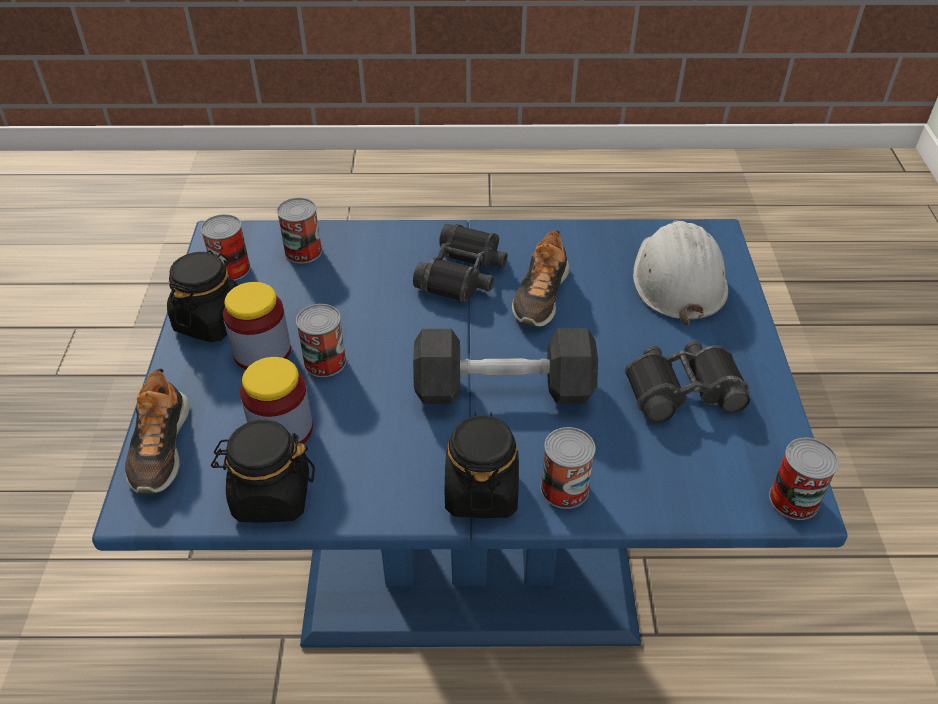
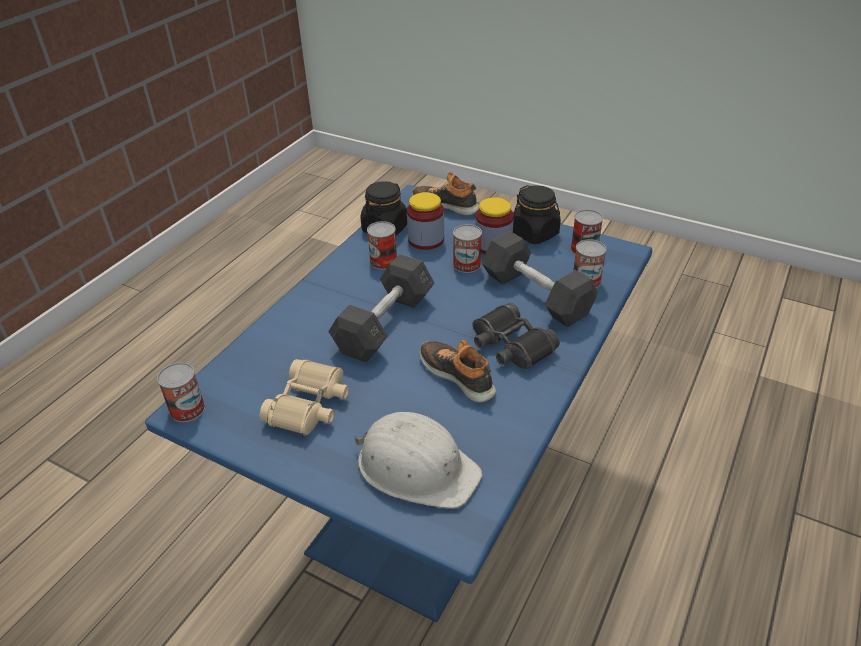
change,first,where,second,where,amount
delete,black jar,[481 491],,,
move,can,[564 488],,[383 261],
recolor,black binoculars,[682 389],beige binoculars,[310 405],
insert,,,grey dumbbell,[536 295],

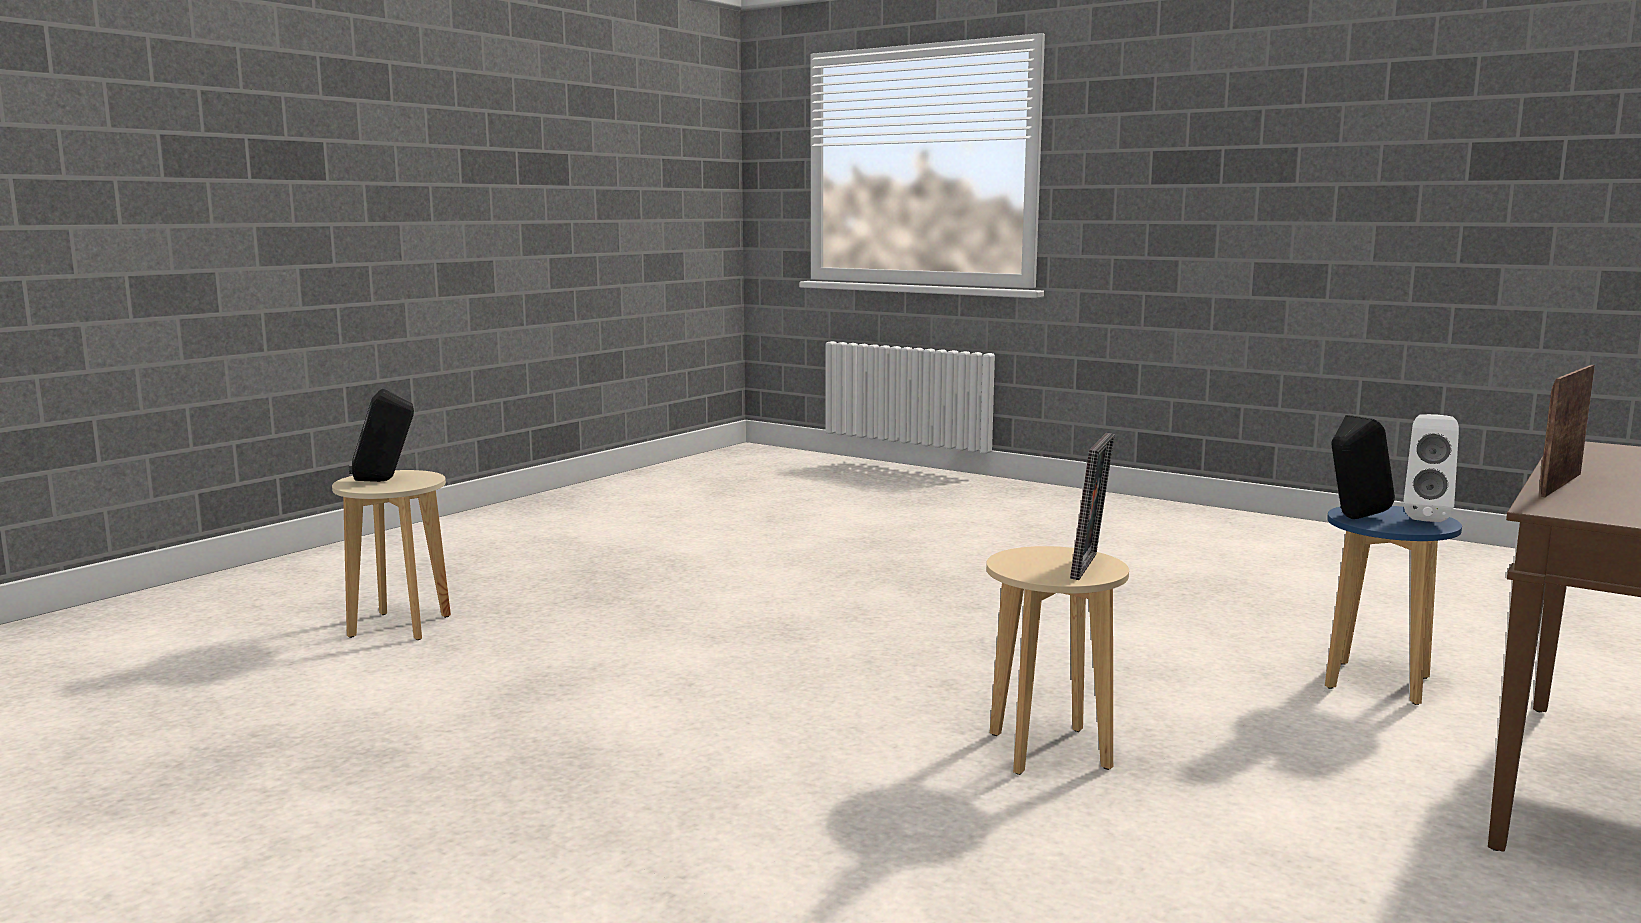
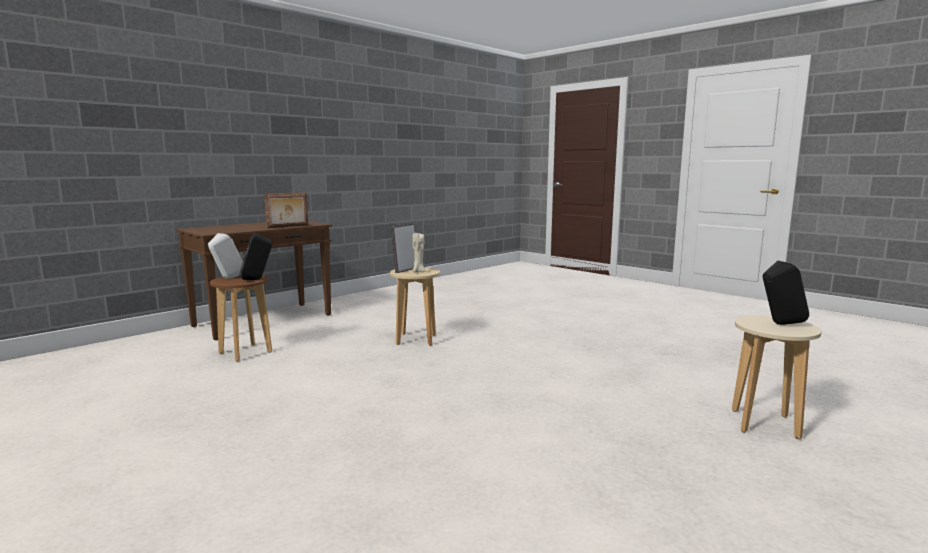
change,first,where,second,where,amount
recolor,blue stool,[1377 682],brown stool,[245 352],
insert,,,beige candle,[418 272],

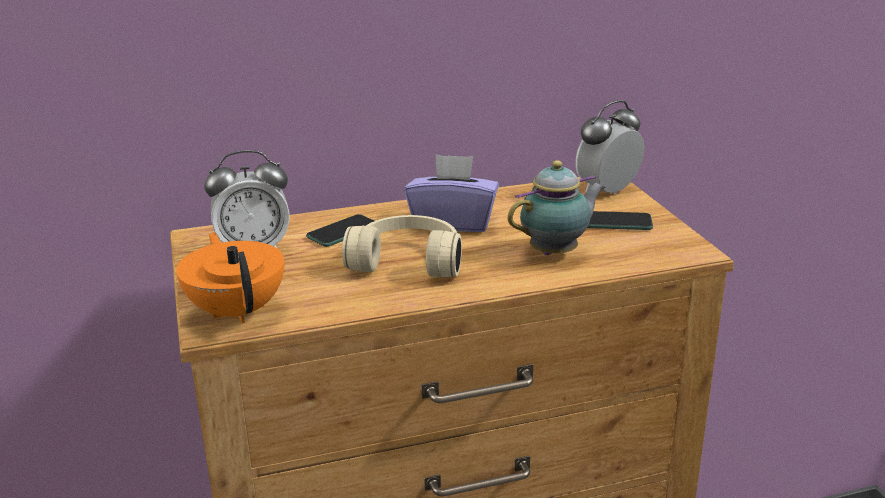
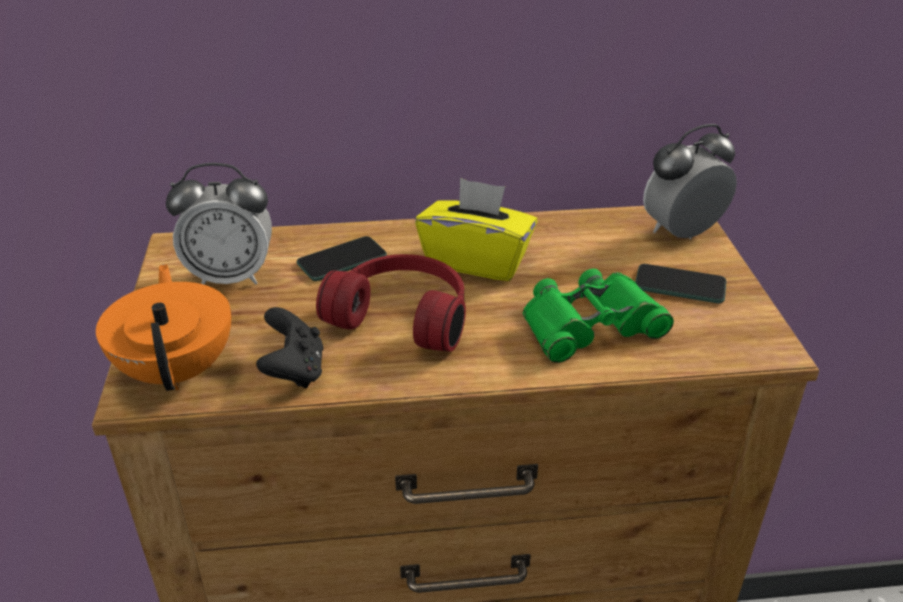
change,first,where,second,where,amount
recolor,beige headphones,[408 260],red headphones,[404 315],
recolor,purple tissue box,[453 222],yellow tissue box,[477 261],
replace,teapot,[556 252],green binoculars,[590 325],
insert,,,black game controller,[294 371],

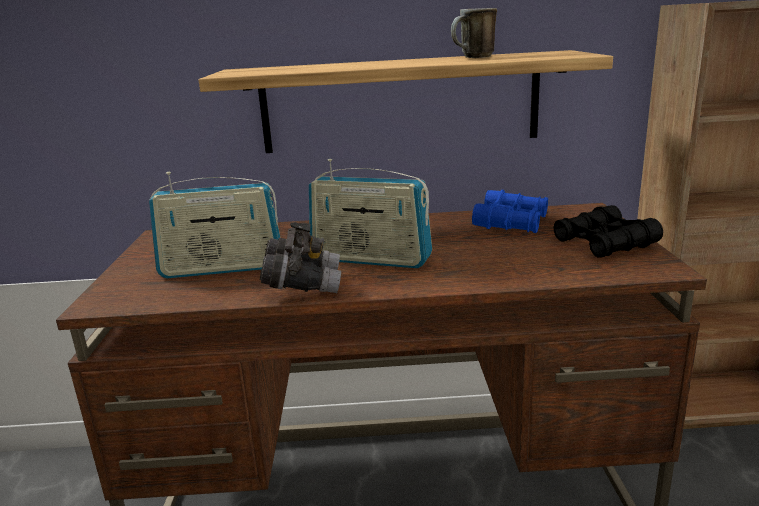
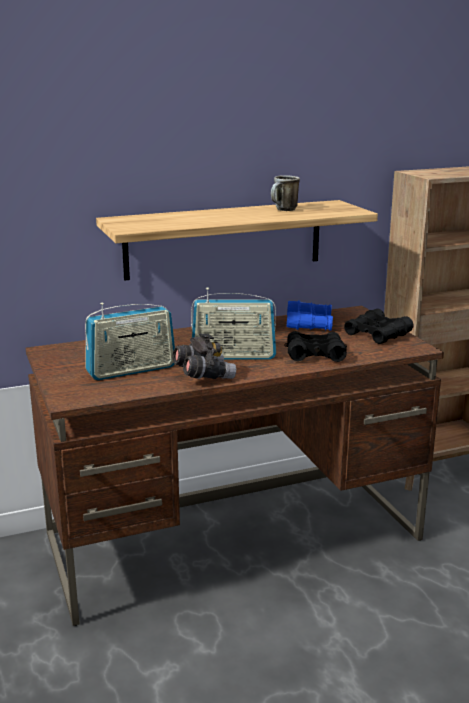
change,first,where,second,where,amount
insert,,,black binoculars,[315 354],

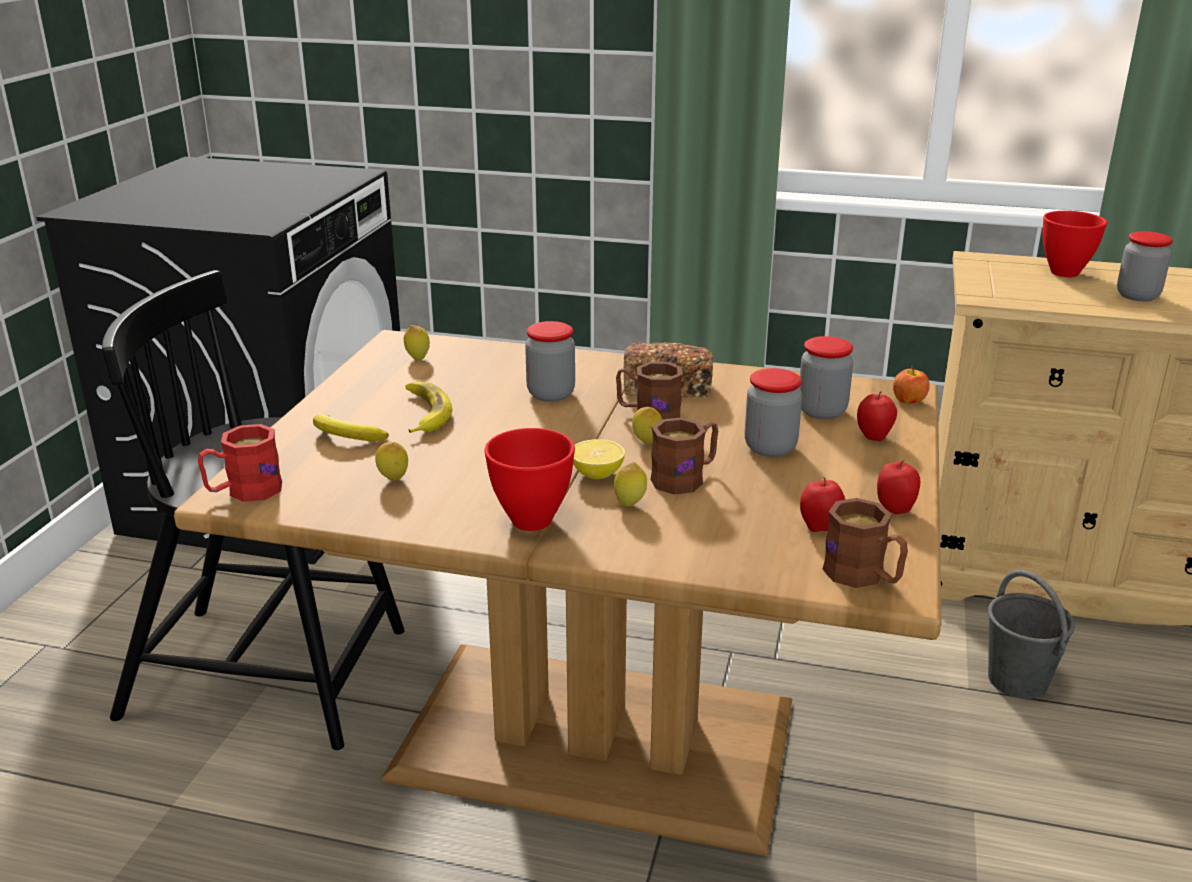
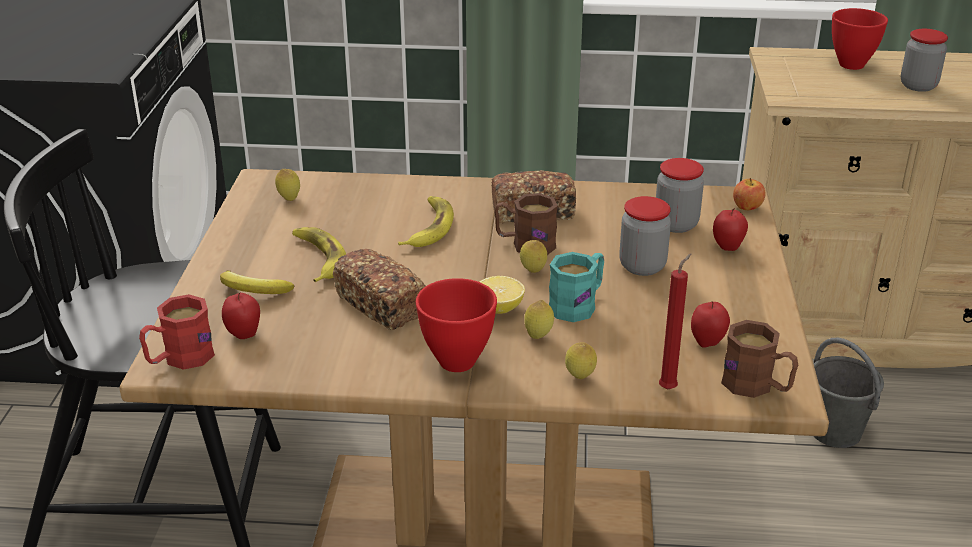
change,first,where,second,where,amount
move,lemon,[393 480],,[580 378],
replace,jar,[551 394],banana,[428 227],
recolor,brown mug,[685 478],turquoise mug,[578 304],
move,apple,[895 509],,[243 334],
insert,,,bread,[381 305],
insert,,,red candle,[669 388],

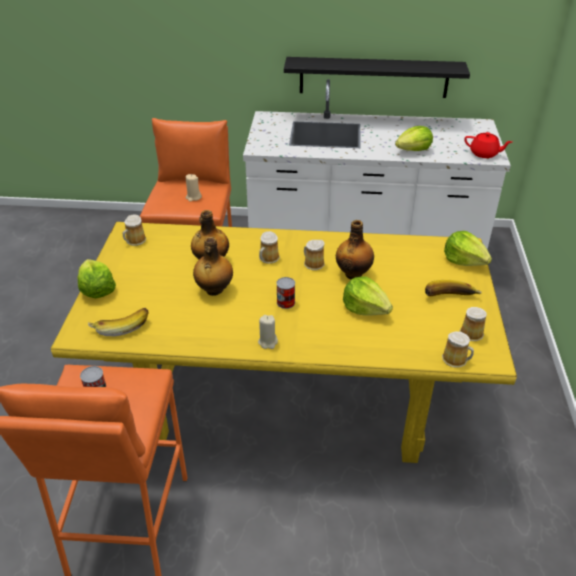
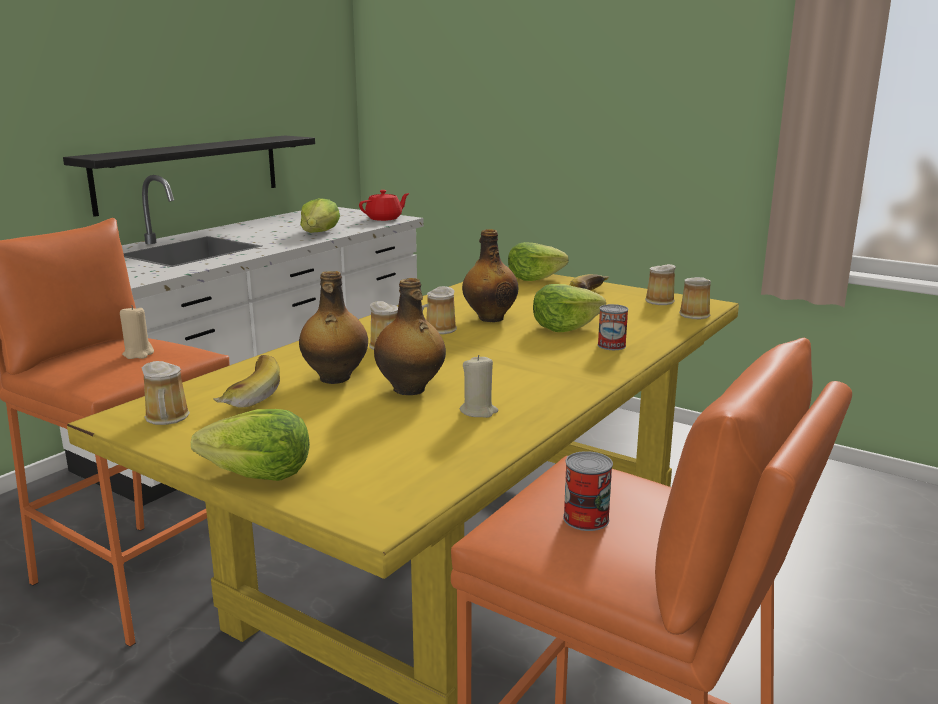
change,first,where,second,where,amount
move,banana,[121 326],,[246 395],
move,beige candle,[268 342],,[478 411],
move,can,[285 302],,[611 345],

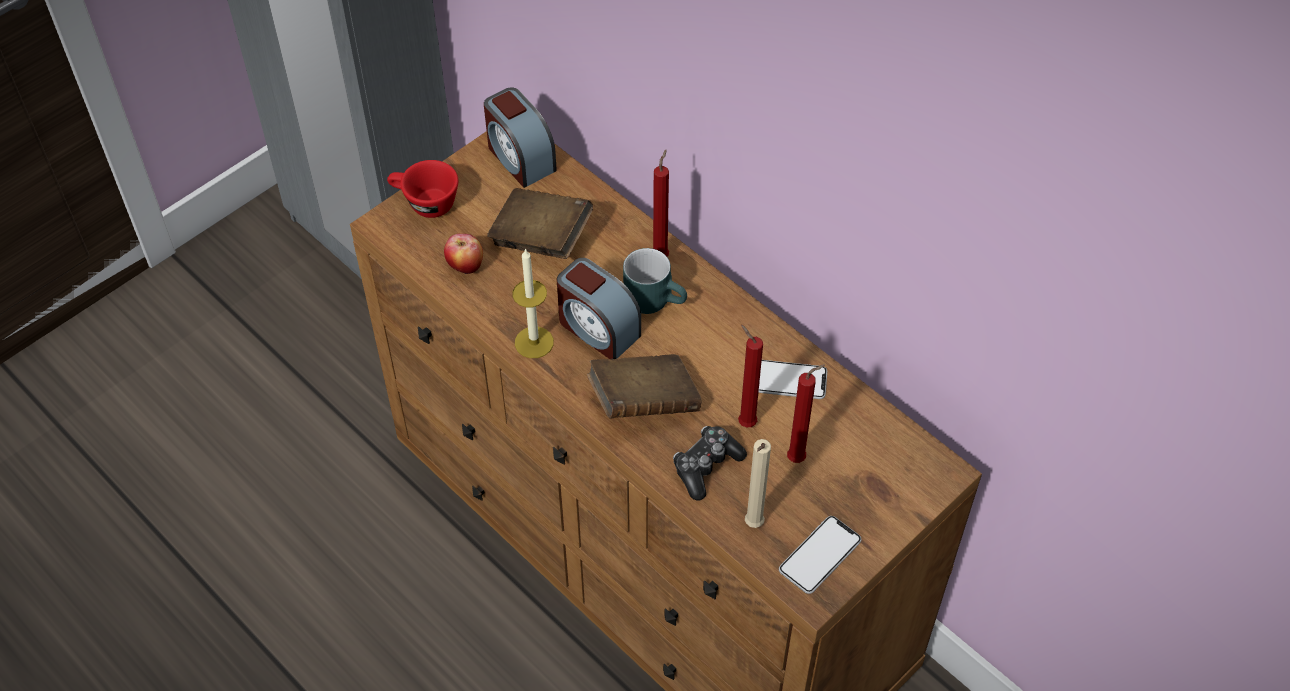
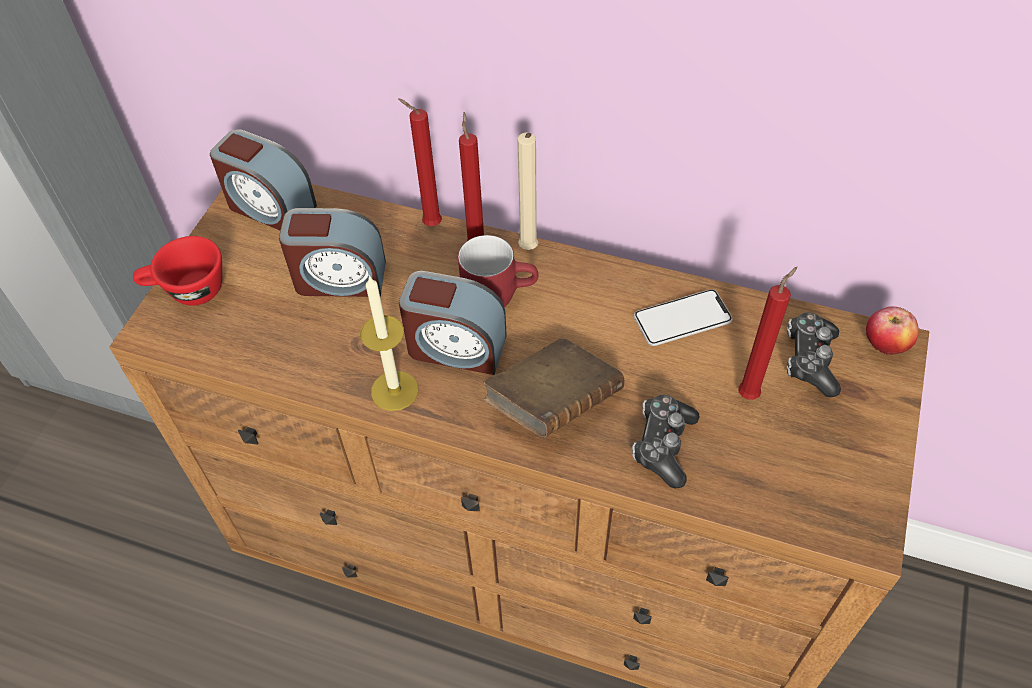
change,first,where,second,where,amount
move,apple,[465 267],,[884 347],
replace,brown book,[541 239],alarm clock,[339 278],
recolor,turquoise mug,[655 299],red mug,[497 291],
move,red candle,[744 422],,[429 224],
move,beige candle,[752 526],,[528 250],
delete,phone,[820 555],,,
insert,,,game controller,[810 360],

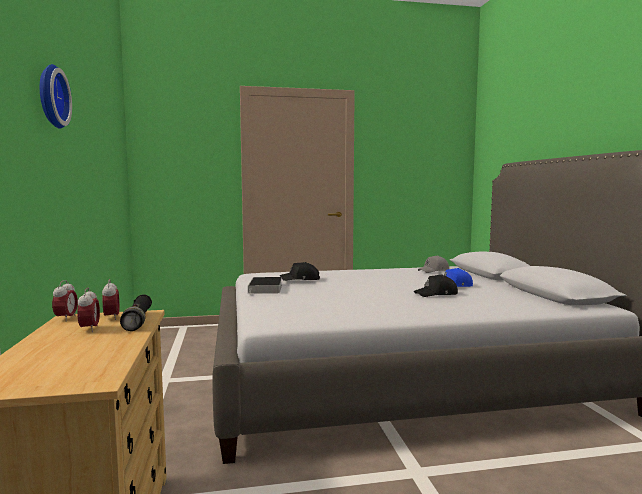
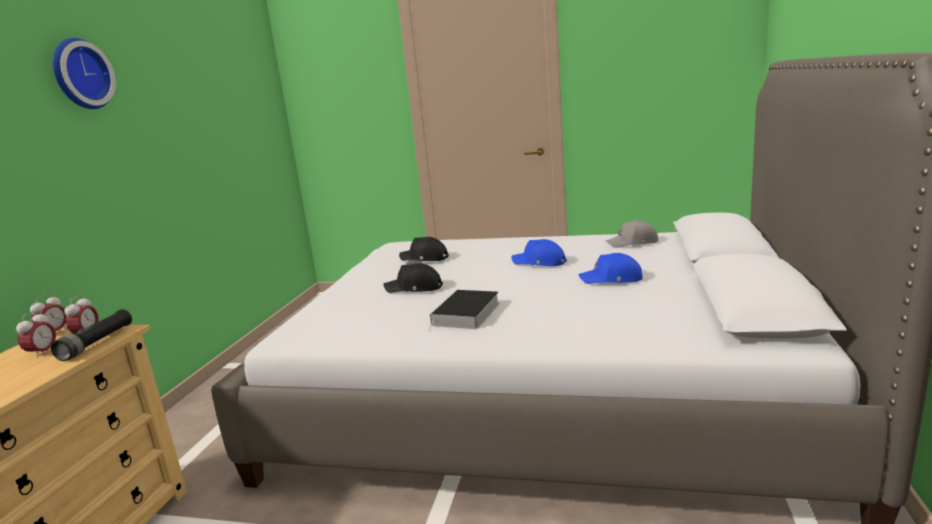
change,first,where,second,where,amount
move,book,[265 289],,[466 315],
move,black cap,[436 294],,[414 288],
insert,,,blue cap,[539 262],

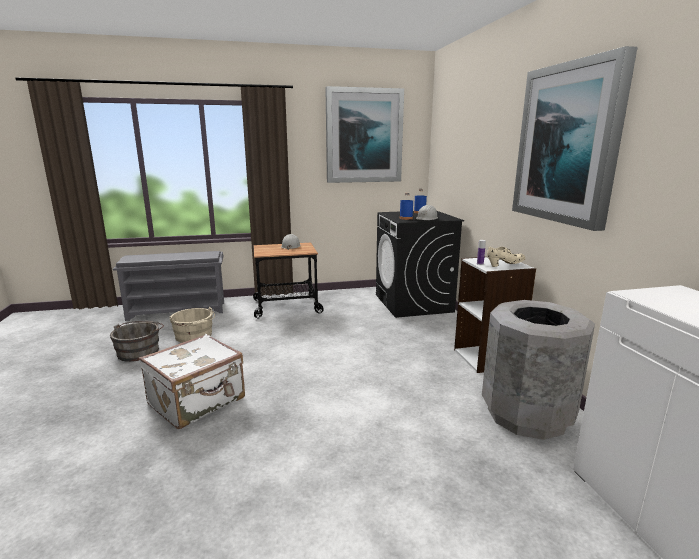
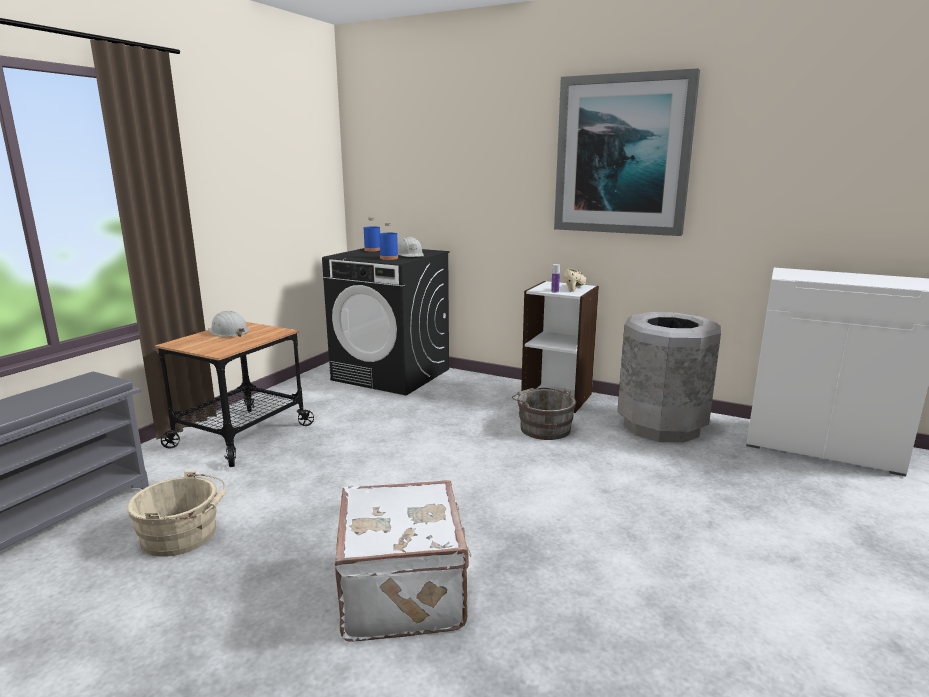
change,first,where,second,where,amount
move,grey bucket,[140 351],,[543 428],
delete,picture,[364 136],,,

